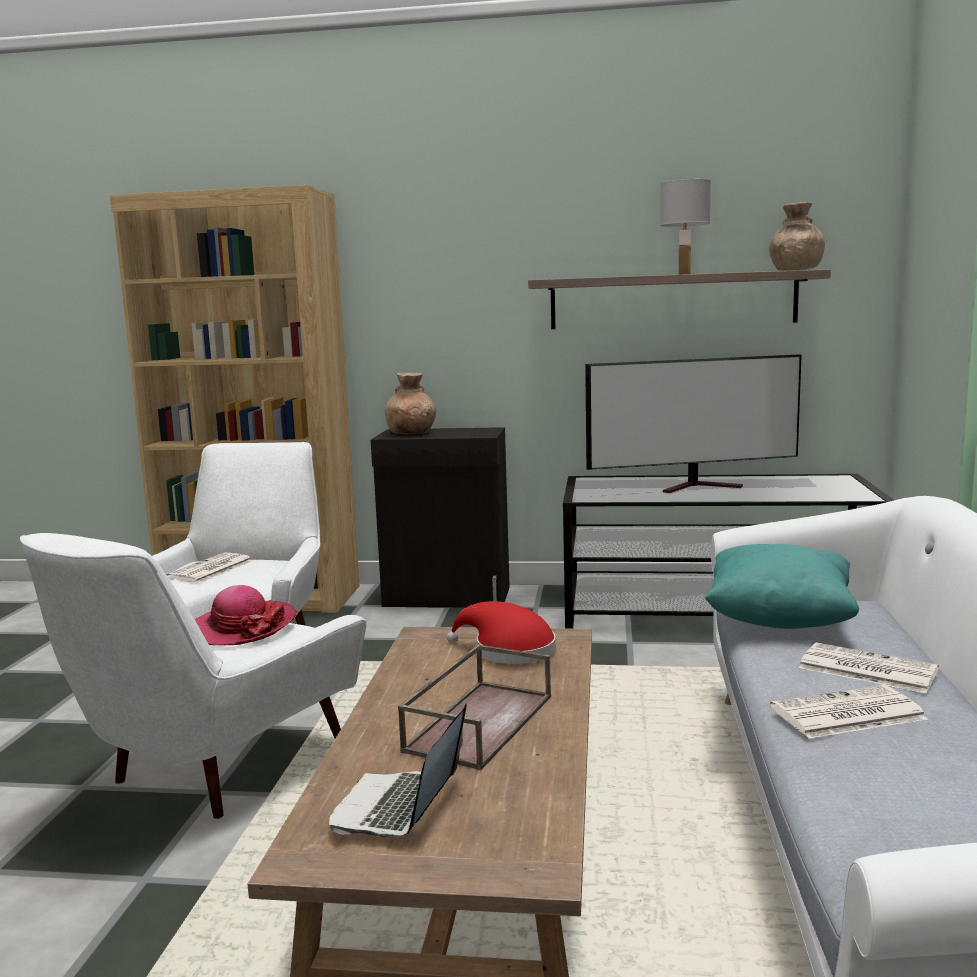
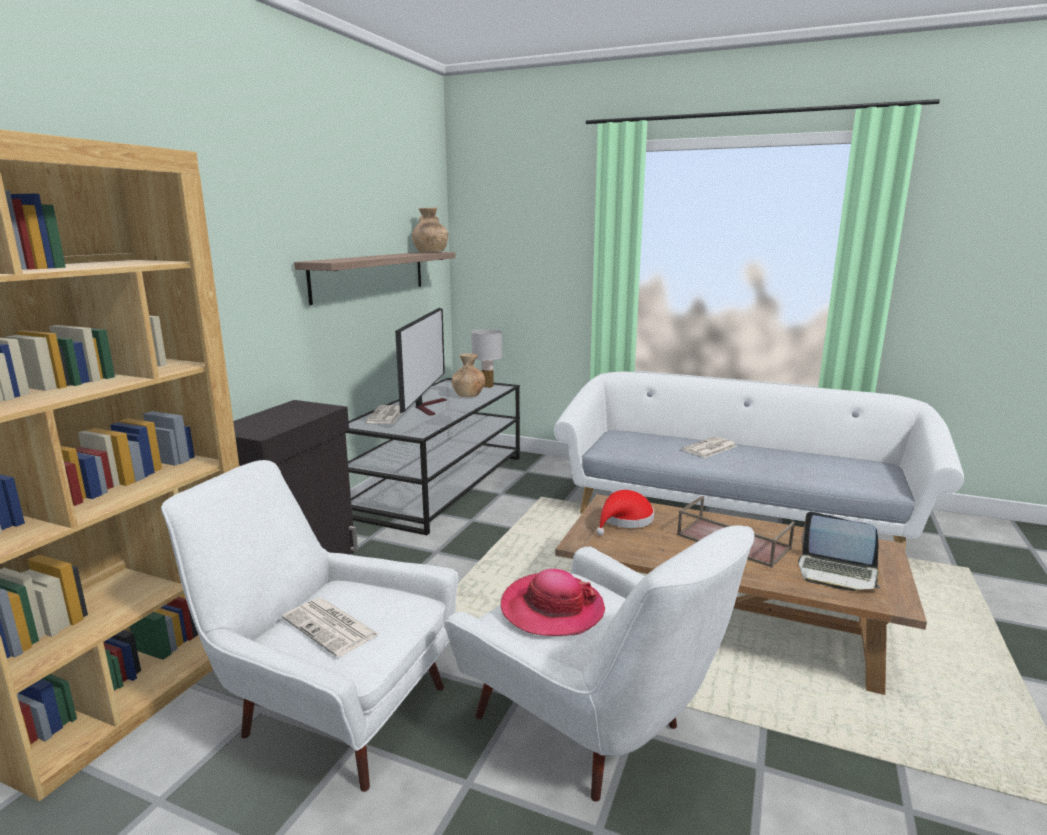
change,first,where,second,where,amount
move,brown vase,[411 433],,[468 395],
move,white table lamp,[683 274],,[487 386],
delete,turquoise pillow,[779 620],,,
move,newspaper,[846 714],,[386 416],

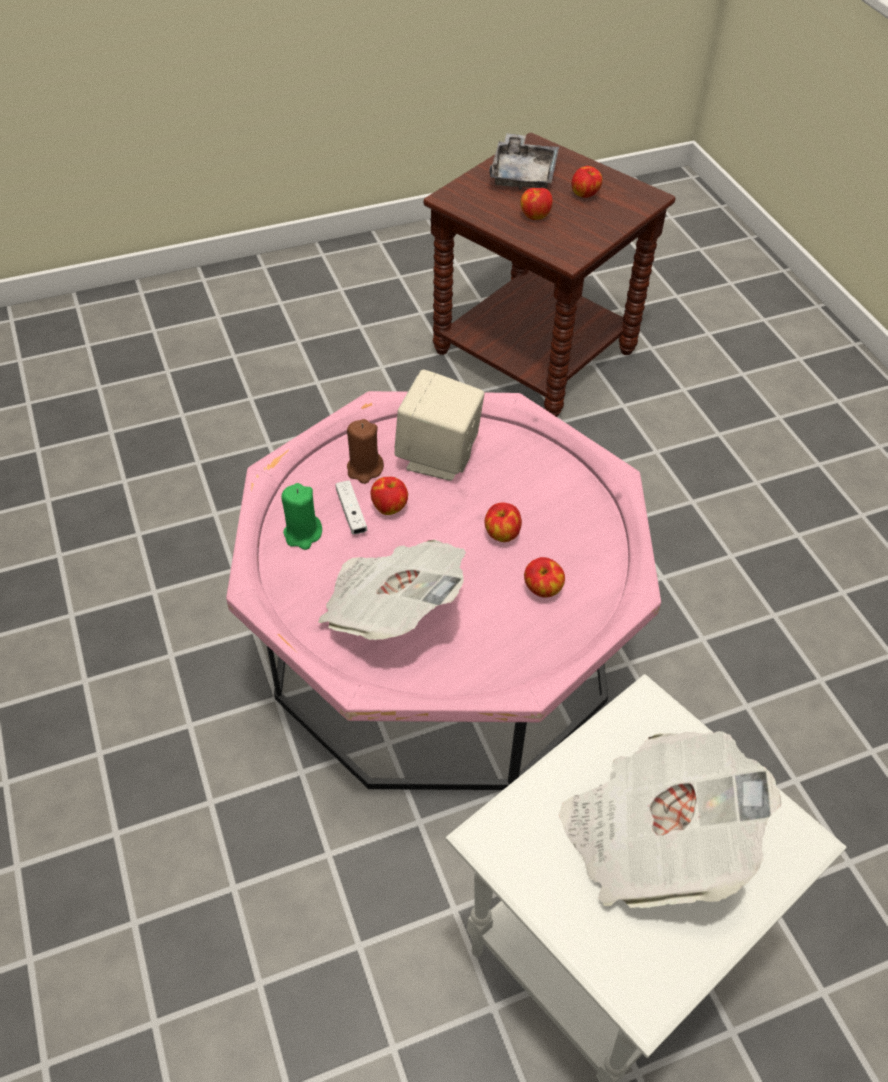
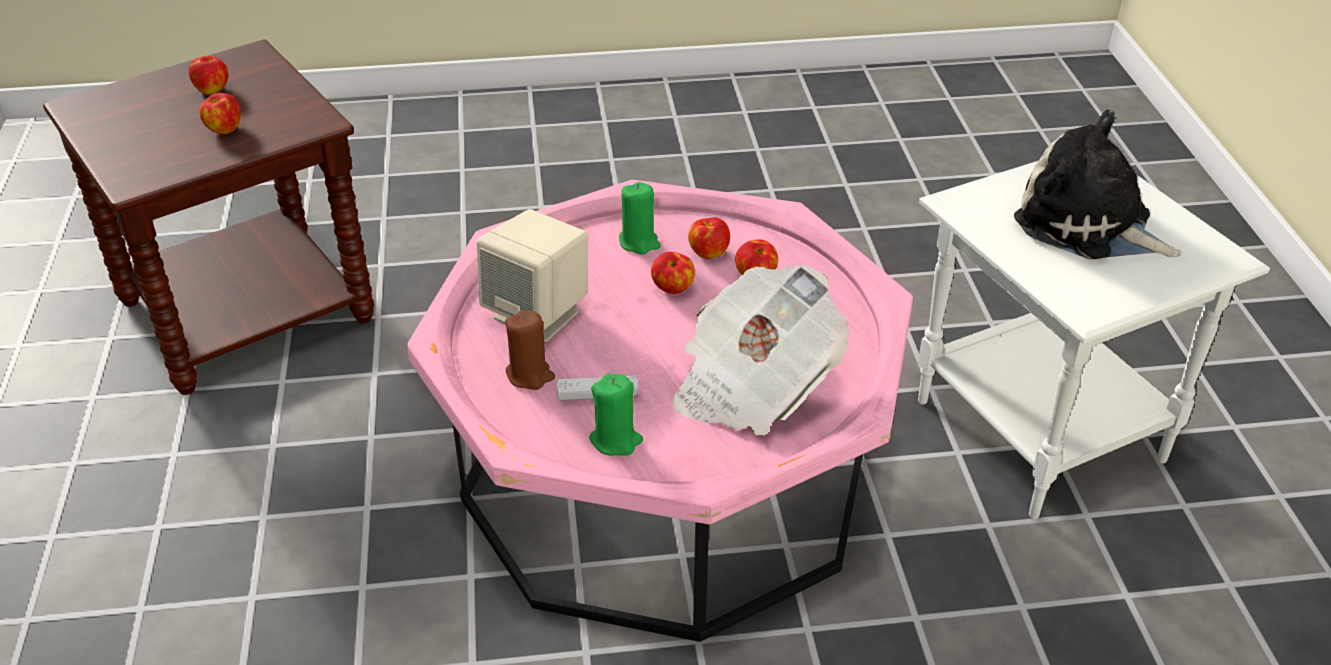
change,first,where,second,where,amount
move,apple,[389 507],,[708 253],
delete,grey tray,[523 174],,,
replace,newspaper,[654 839],plush toy,[1088 225],
insert,,,green candle,[639 242],

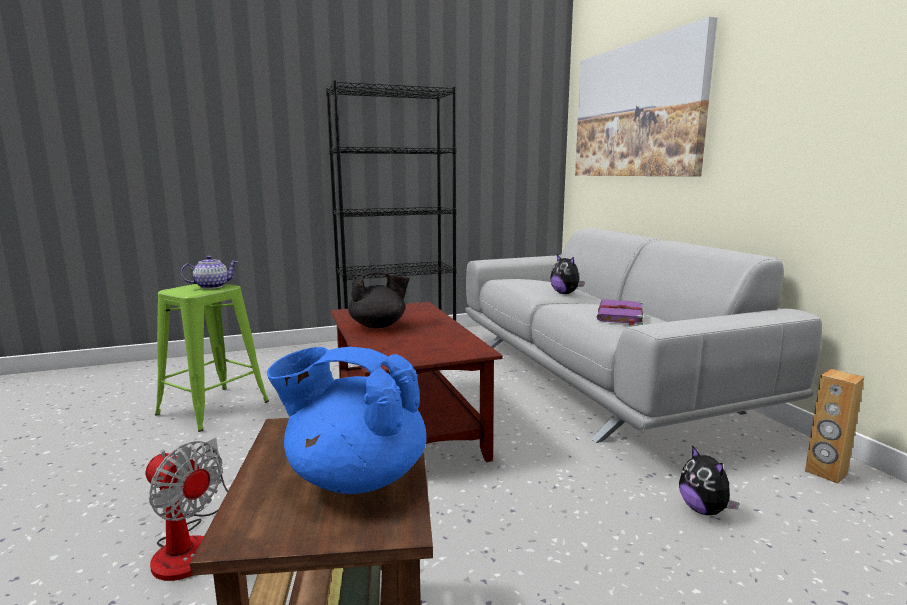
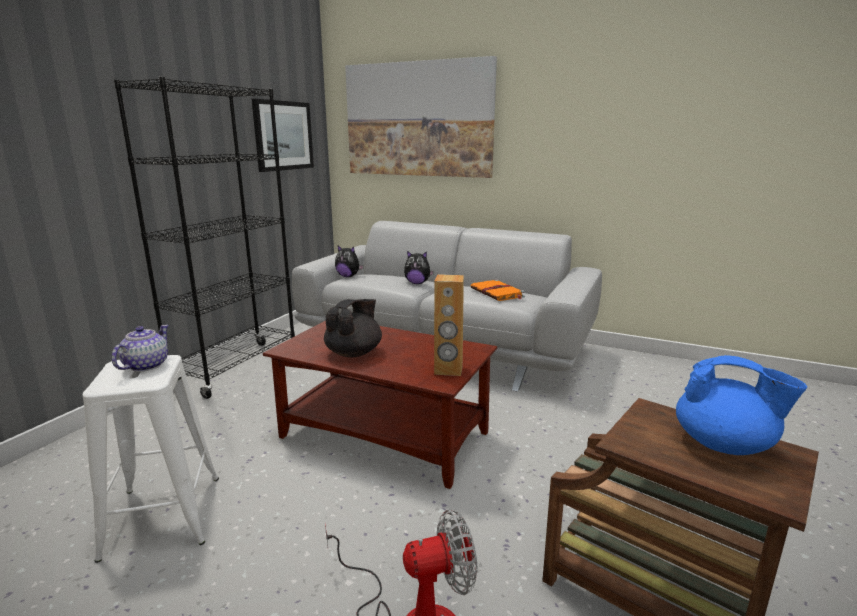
change,first,where,second,where,amount
recolor,green stool,[212 408],white stool,[163 516],
rotate,blue teapot,[355 477],,[724 445],120 degrees counterclockwise
recolor,purple book,[620 315],orange book,[497 293],
move,plush toy,[704 510],,[348 276],
move,brown speaker,[825 473],,[448 370],
insert,,,picture,[283 136],

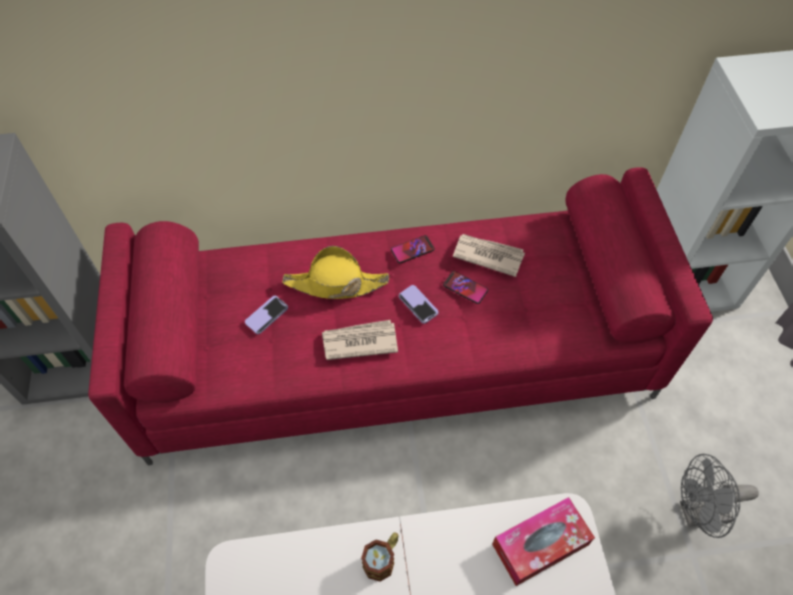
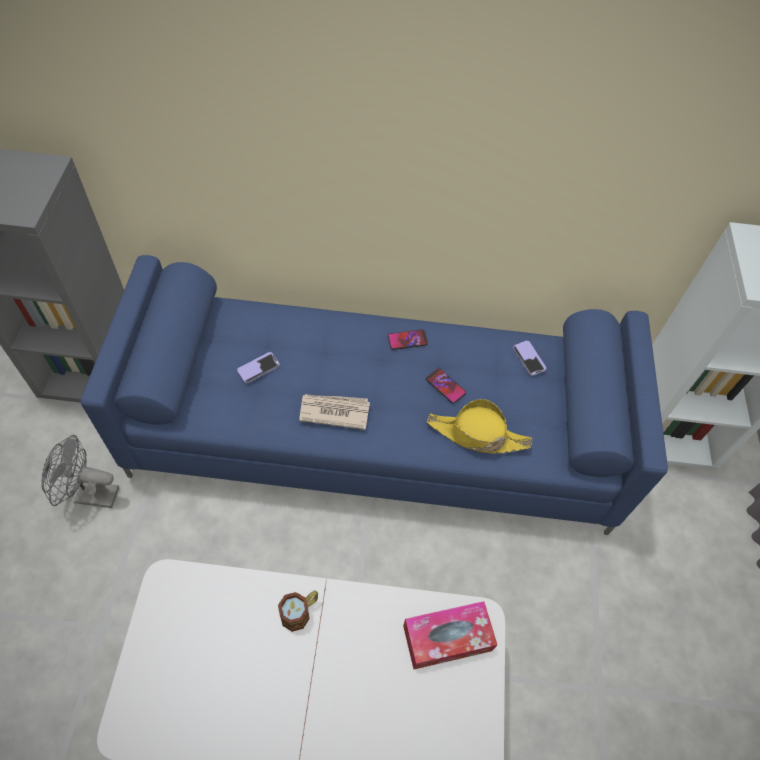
change,first,where,second,where,amount
recolor,red sofa,[398 355],blue sofa,[377 434],
move,yellow hat,[335 284],,[477 435],
move,phone,[418 305],,[528 359],
delete,newspaper,[487 255],,,
move,grey fan,[696 513],,[89 495],

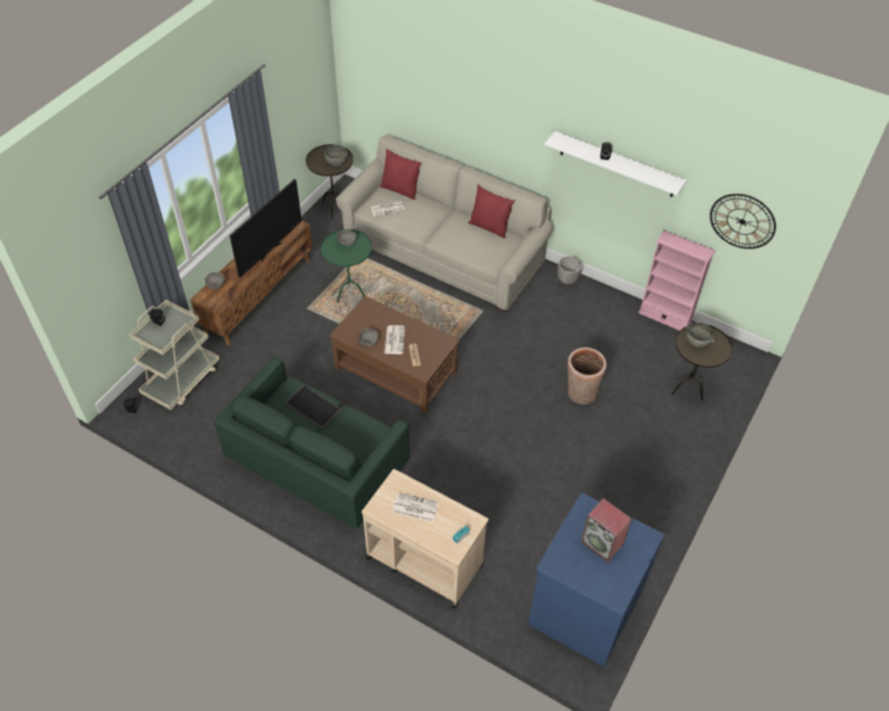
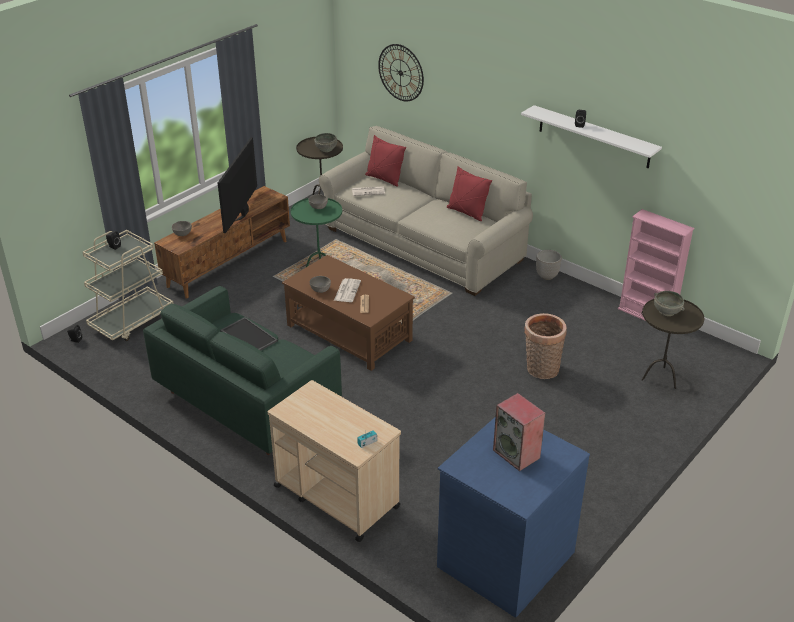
change,first,where,second,where,amount
rotate,television,[270 251],,[243 213],150 degrees clockwise
delete,newspaper,[415 507],,,
move,wall clock,[742 221],,[400 72],

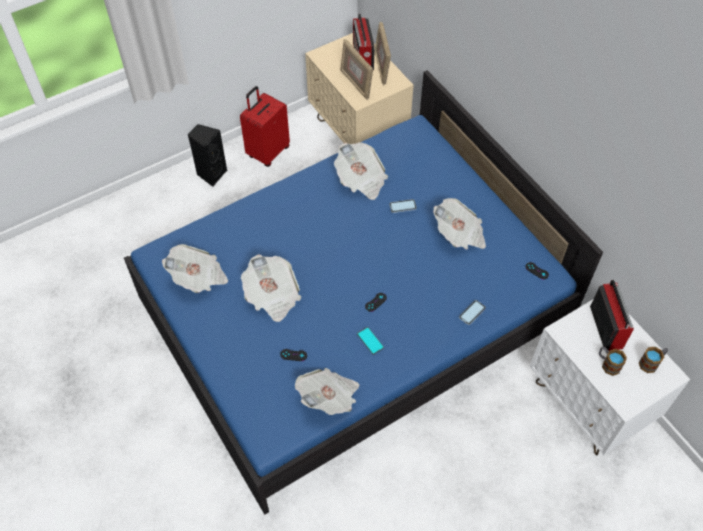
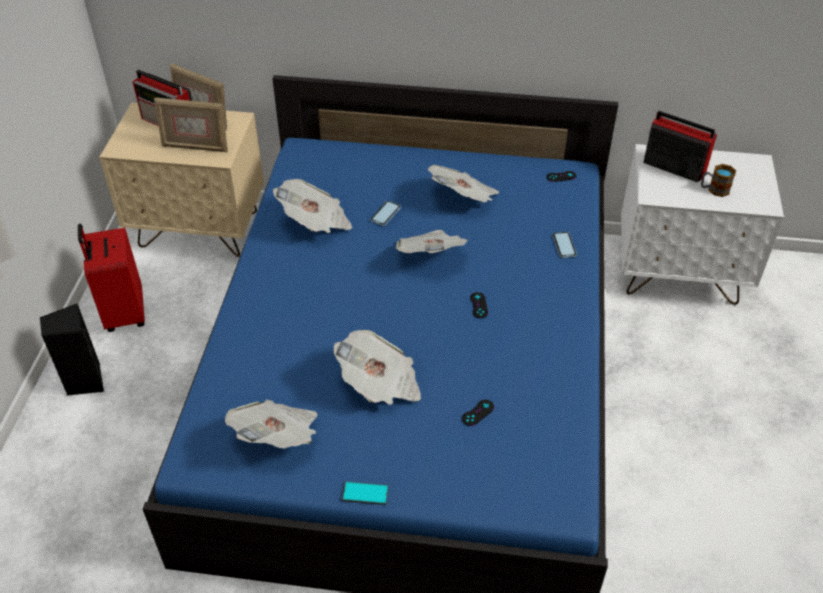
change,first,where,second,where,amount
move,newspaper,[329 398],,[430 256],
move,phone,[370 341],,[365 493],
delete,mug,[651 363],,,

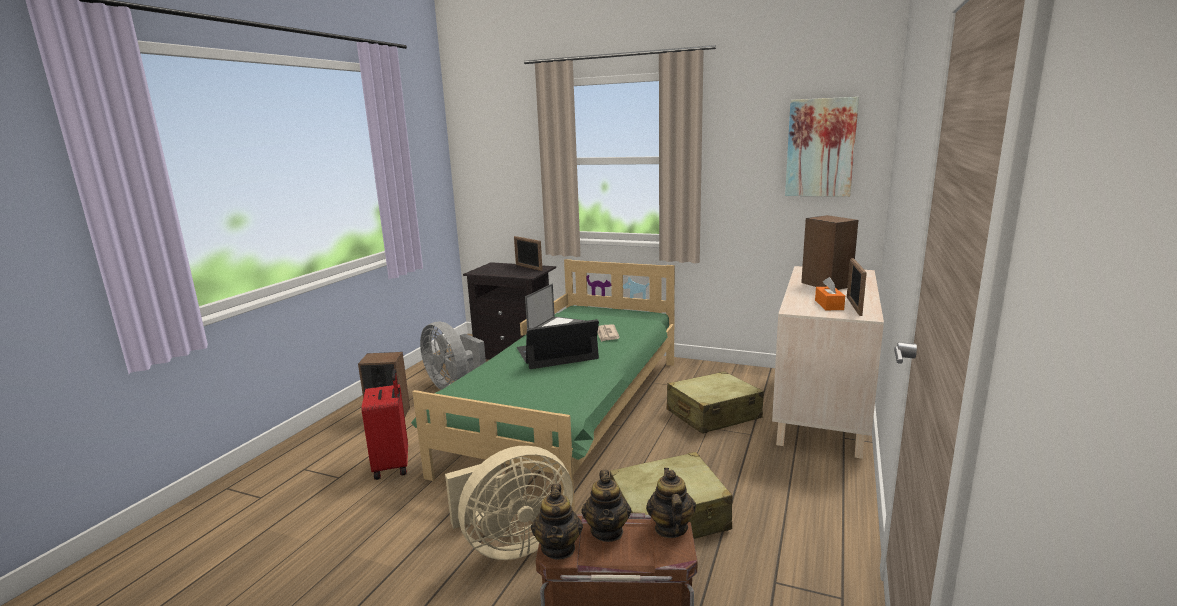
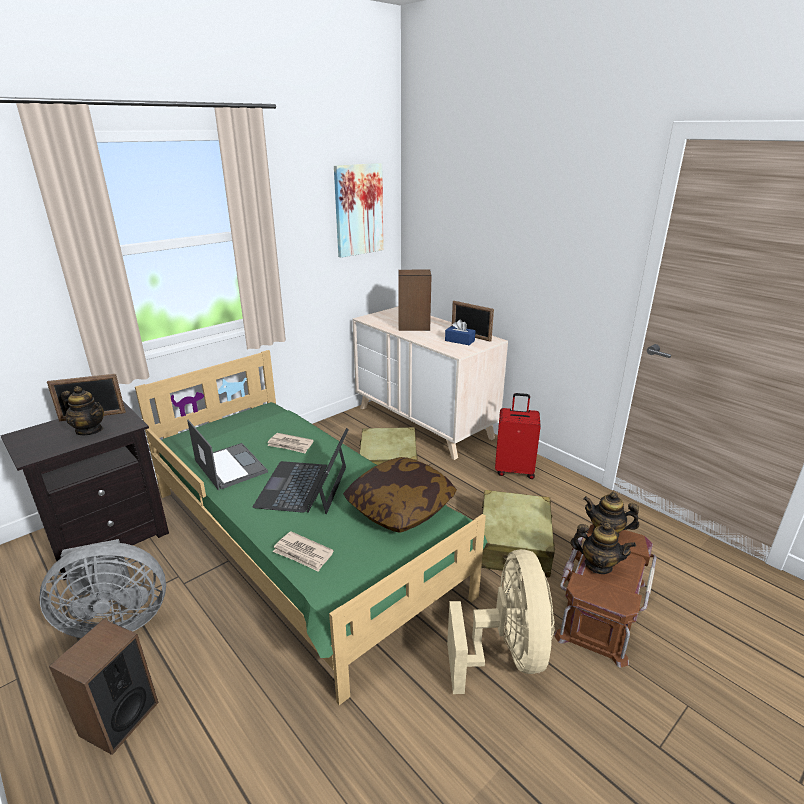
change,first,where,second,where,amount
move,red suitcase,[393 465],,[514 470],
move,teapot,[558 548],,[89 430],
recolor,orange tissue box,[829 305],blue tissue box,[459 341],
insert,,,newspaper,[303 553],
insert,,,pillow,[400 507],

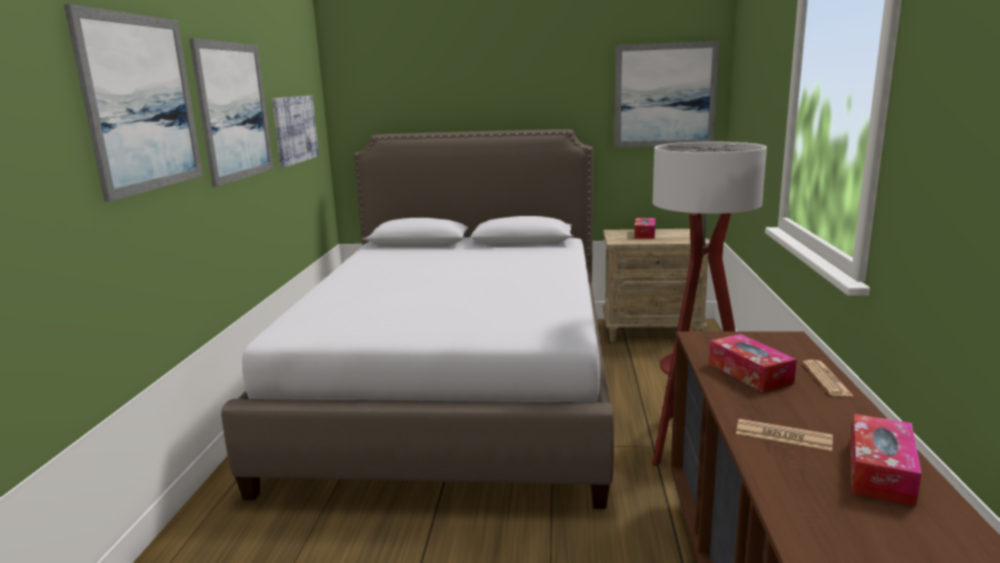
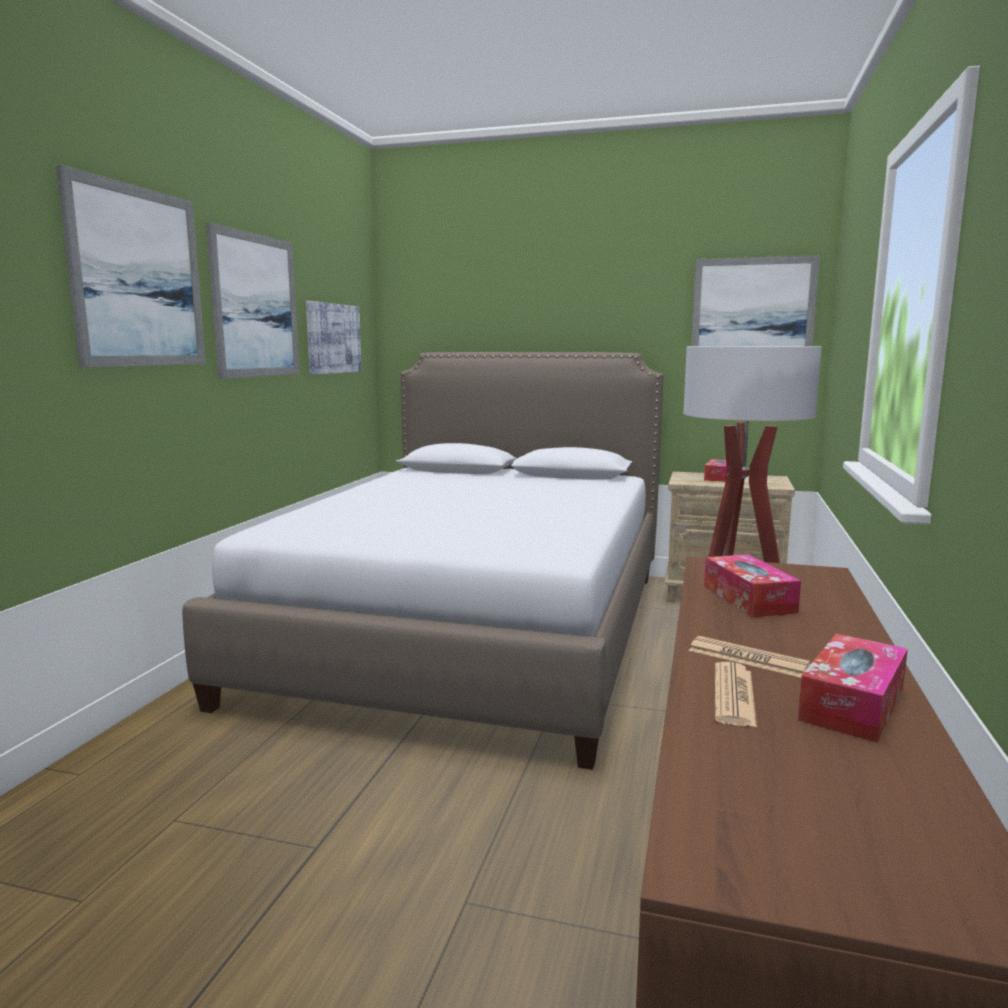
change,first,where,second,where,amount
move,newspaper,[826 379],,[734 695],

